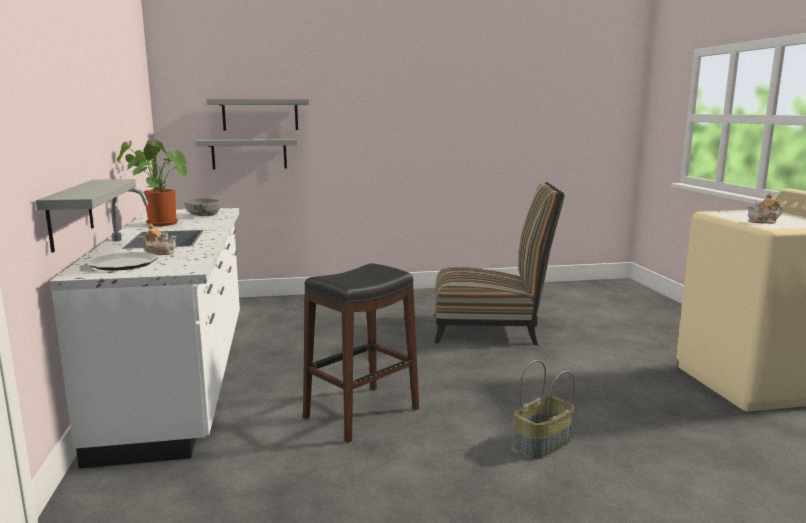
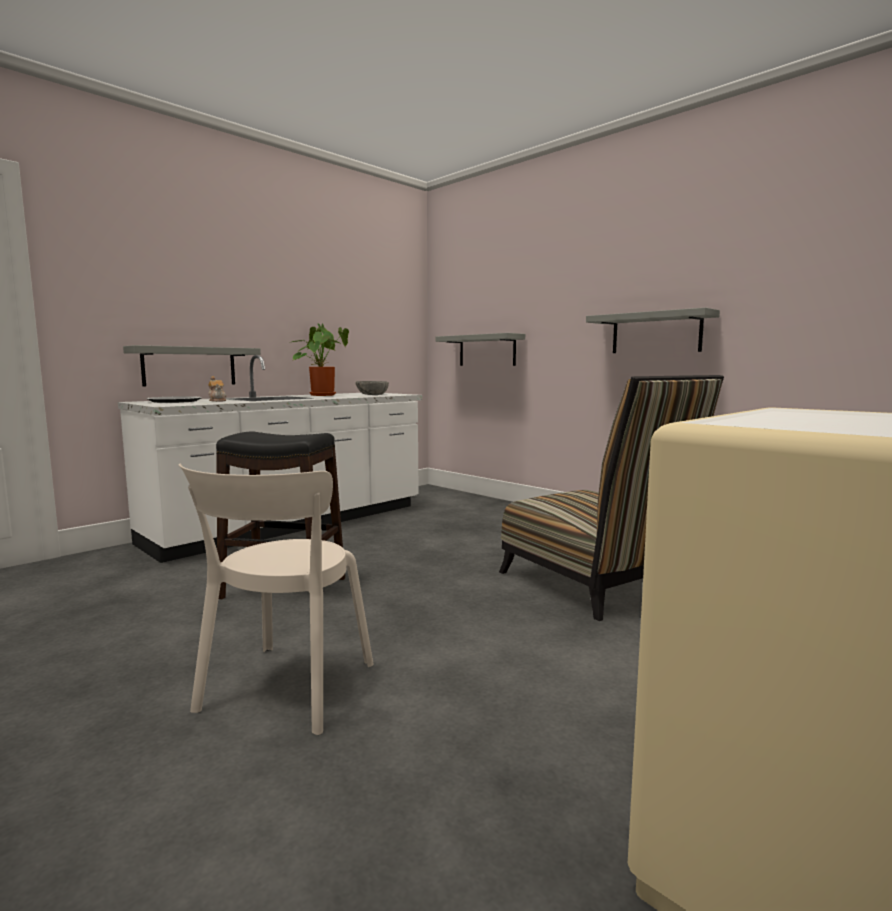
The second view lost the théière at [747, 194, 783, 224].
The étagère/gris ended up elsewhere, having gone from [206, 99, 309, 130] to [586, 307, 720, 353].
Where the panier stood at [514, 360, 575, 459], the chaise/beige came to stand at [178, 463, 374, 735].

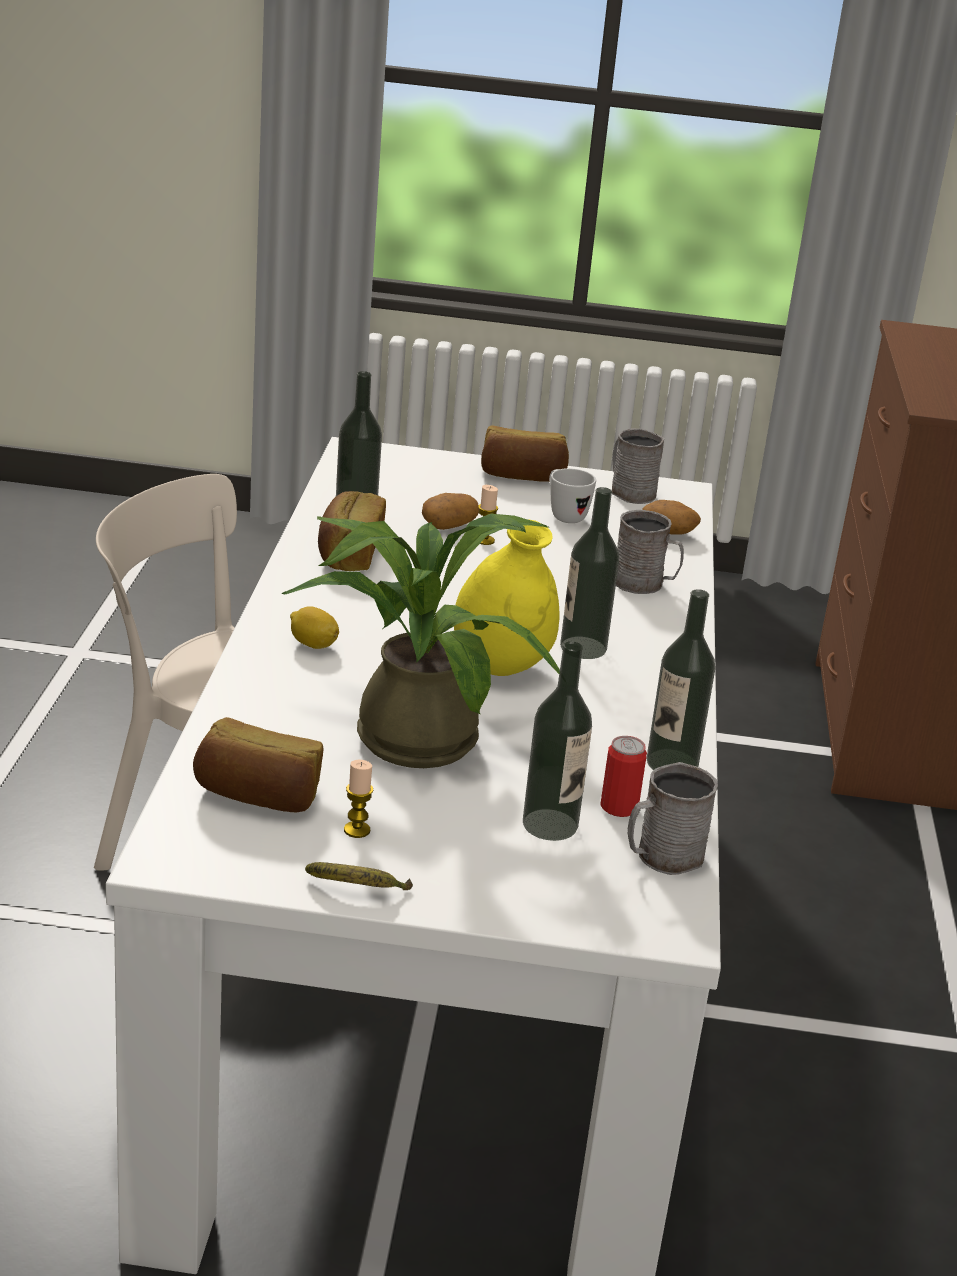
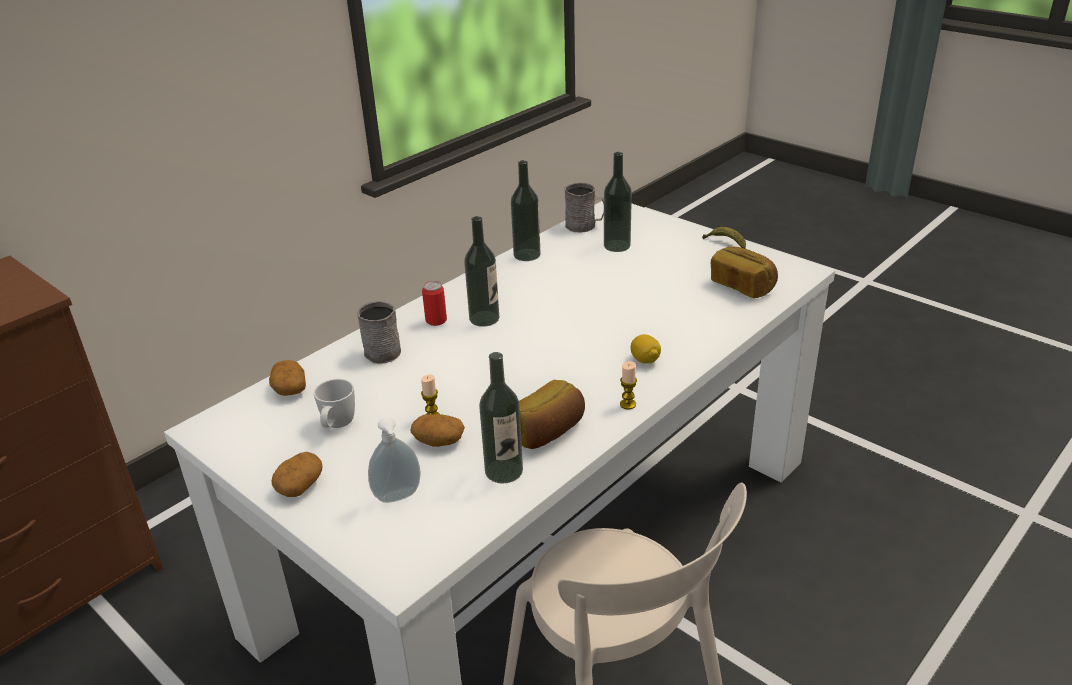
The second view lost the plante en pot at [281, 513, 560, 768].
The second view lost the vase/jaune at [454, 519, 559, 676].
The second view lost the mug/gris at [612, 428, 664, 504].
The second view gained the distributeur de savon at [368, 417, 421, 503].
The bougie ended up elsewhere, having gone from [344, 760, 373, 838] to [620, 361, 637, 409].
The boîte métallique ended up elsewhere, having gone from [600, 736, 647, 817] to [422, 281, 447, 326].
Where the pain stood at [481, 425, 569, 482], the pomme de terre came to stand at [271, 452, 322, 497].

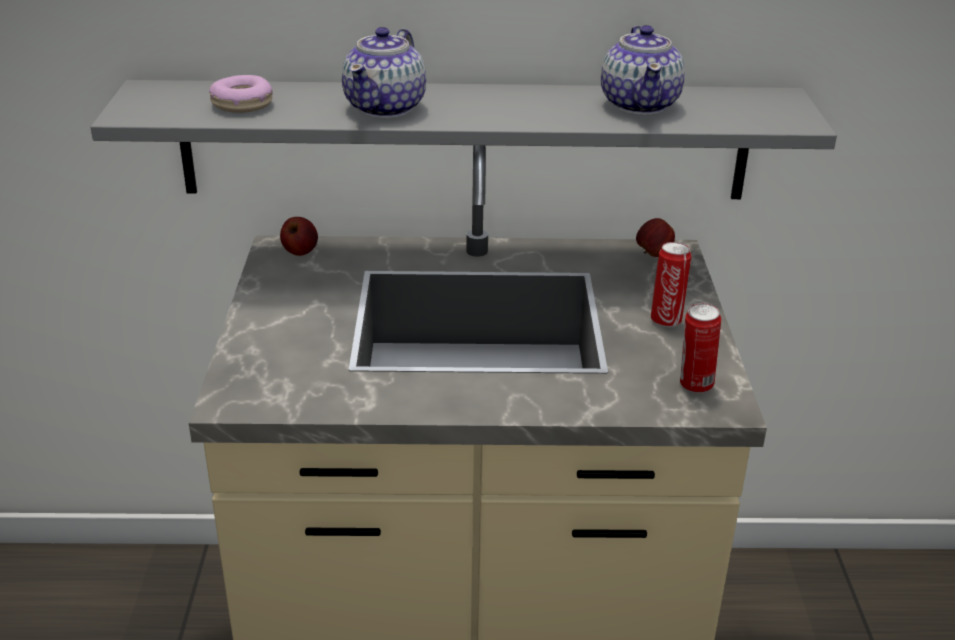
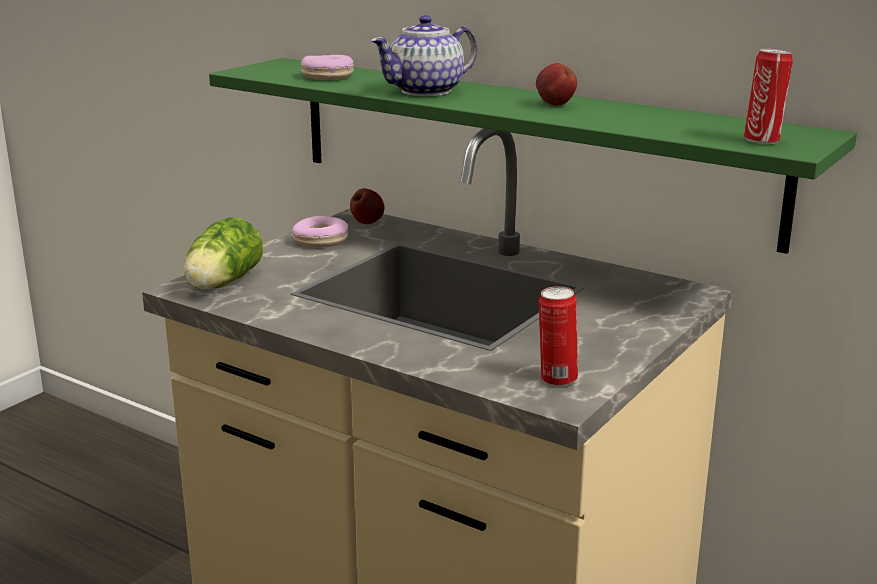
The second view lost the théière at [601, 25, 685, 115].
The second view gained the laitue at [184, 217, 263, 289].
The second view gained the beignet at [292, 216, 348, 247].
The pomme ended up elsewhere, having gone from [636, 218, 675, 257] to [536, 63, 577, 106].
The boîte métallique ended up elsewhere, having gone from [651, 242, 691, 327] to [744, 49, 793, 144].
What was the étagère/gris at [90, 80, 837, 199] turned into the étagère/vert at [209, 58, 857, 254].

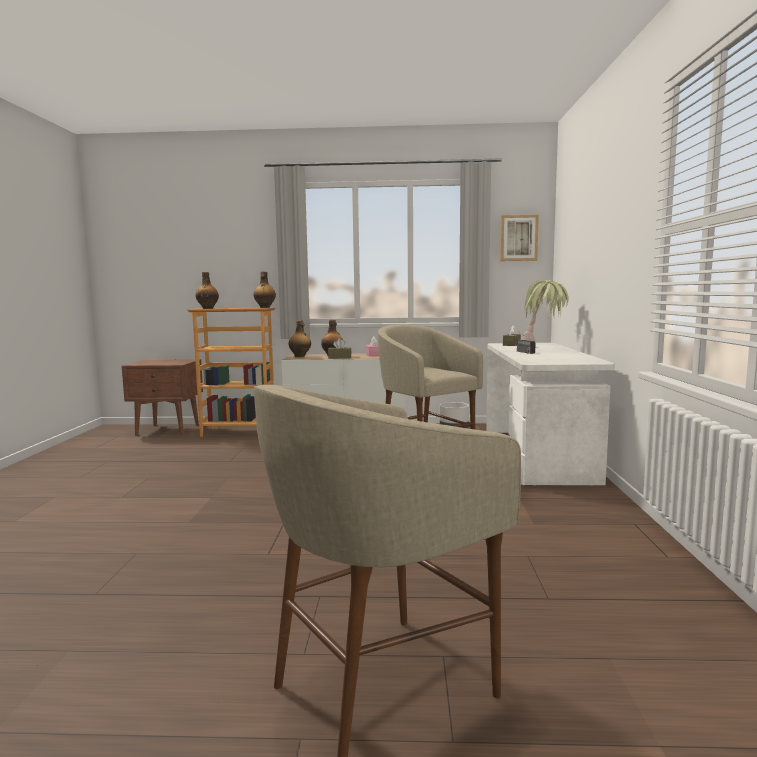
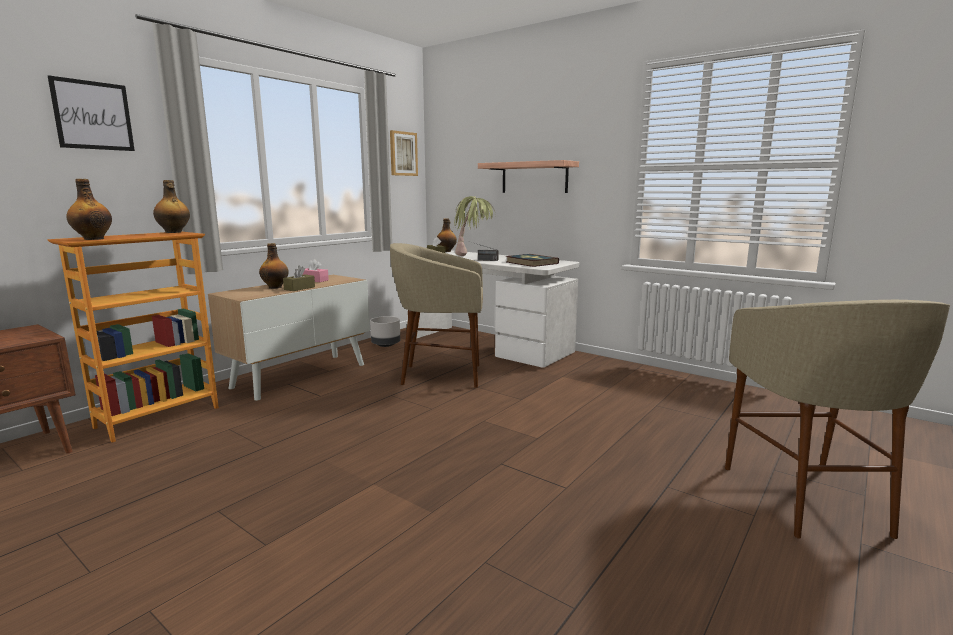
The second view gained the tableau at [48, 75, 135, 151].
The second view gained the étagère at [478, 160, 579, 193].
The second view gained the livre at [506, 254, 559, 267].
The bouteille ended up elsewhere, having gone from [289, 320, 311, 357] to [437, 218, 457, 252].

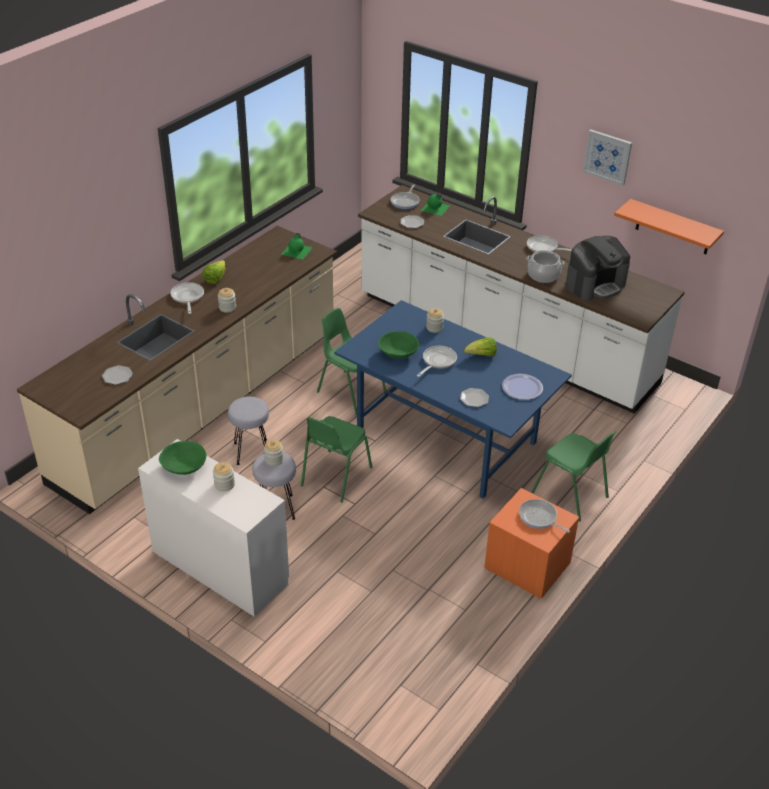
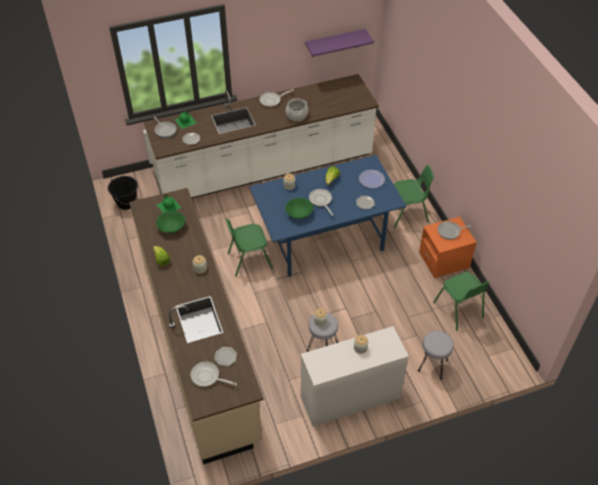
The second view lost the machine à café at [565, 236, 630, 301].
The second view lost the tableau at [583, 129, 632, 186].
The second view gained the seau/noir at [108, 176, 138, 210].
The bol/vert ended up elsewhere, having gone from [159, 441, 206, 475] to [156, 211, 185, 233].
The poêle ended up elsewhere, having gone from [171, 282, 204, 314] to [191, 362, 237, 387].
The tabouret/gris ended up elsewhere, having gone from [228, 397, 269, 465] to [418, 331, 454, 379].
The chaise/vert ended up elsewhere, having gone from [301, 416, 372, 503] to [433, 272, 489, 331].
What was the étagère/orange at [614, 199, 724, 254] turned into the étagère/violet at [305, 29, 374, 57].

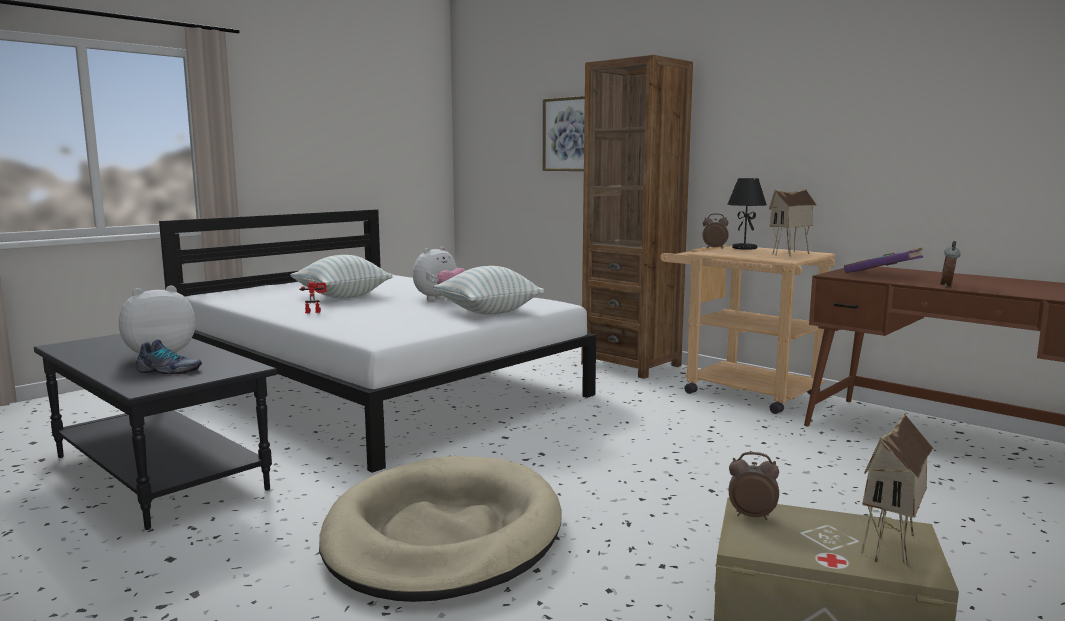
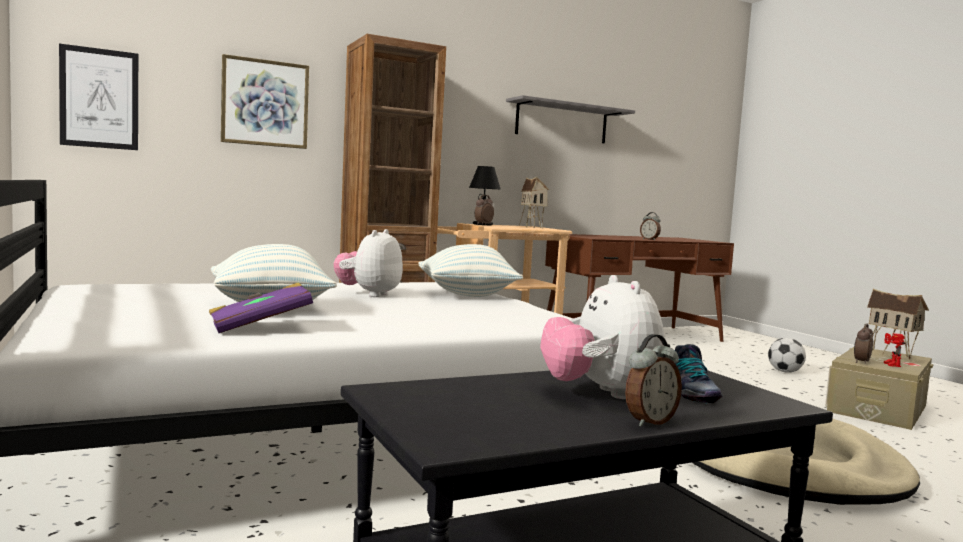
The second view gained the tableau at [59, 44, 138, 150].
The second view gained the étagère/gris at [506, 95, 635, 143].
The second view gained the réveil at [625, 334, 682, 427].
The second view gained the ballon de foot at [768, 338, 806, 373].
The robot jouet ended up elsewhere, having gone from [300, 282, 326, 313] to [884, 333, 905, 367].
The livre/violet ended up elsewhere, having gone from [844, 248, 923, 273] to [209, 282, 313, 333].
The chaussure at [136, 340, 202, 374] ended up facing another way, 150 degrees clockwise from before.
The peluche at [413, 246, 465, 300] ended up facing another way, 135 degrees counterclockwise from before.

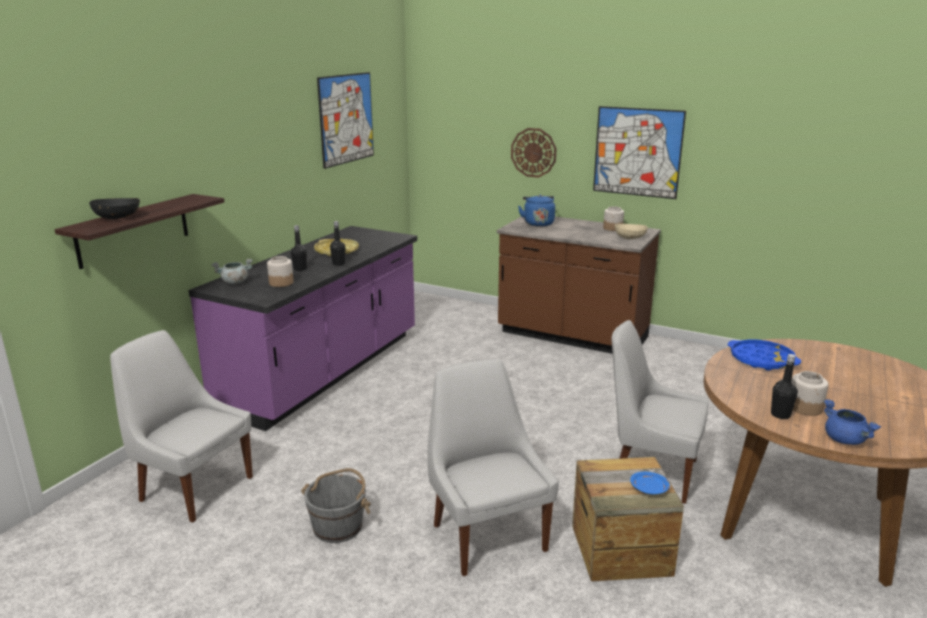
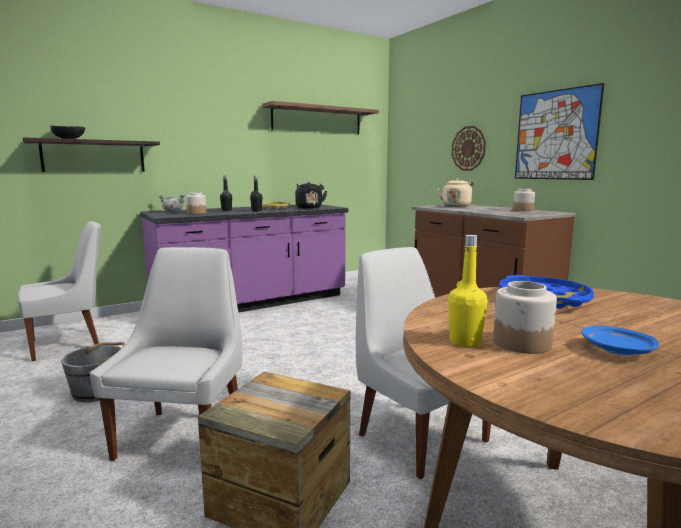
The second view lost the bol/beige at [615, 224, 648, 239].
The second view lost the marmite/bleu at [823, 400, 881, 445].
The second view gained the bouilloire/noir at [295, 182, 327, 209].
The assiette/bleu ended up elsewhere, having gone from [630, 472, 670, 494] to [582, 326, 659, 355].
Where the tableau hung at [317, 72, 374, 169], the étagère/marron came to hang at [262, 101, 379, 135].
What was the bouilloire/bleu at [518, 195, 555, 227] turned into the bouilloire/beige at [437, 178, 474, 207].
What was the bouteille/noir at [771, 354, 798, 419] turned into the bouteille/jaune at [448, 235, 488, 347].
The chaise/blanc at [110, 330, 253, 523] ended up facing another way, 90 degrees clockwise from before.

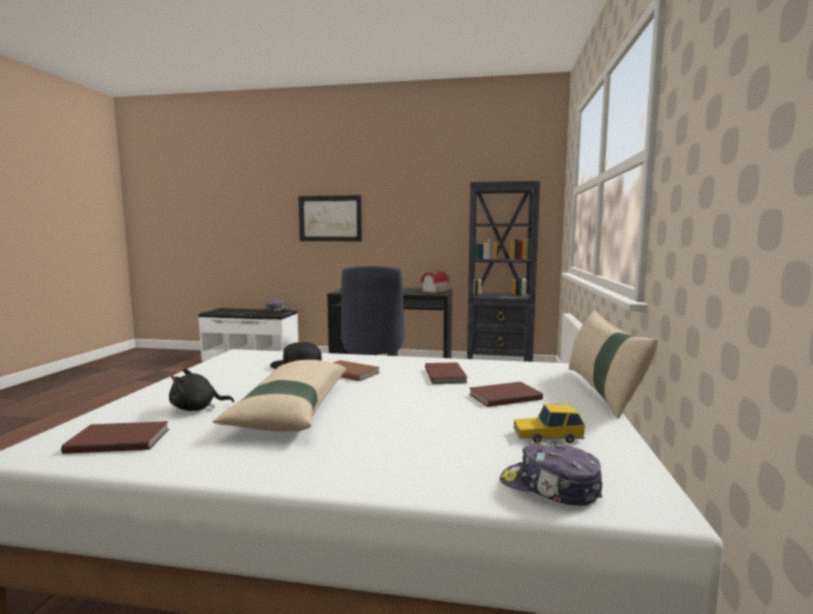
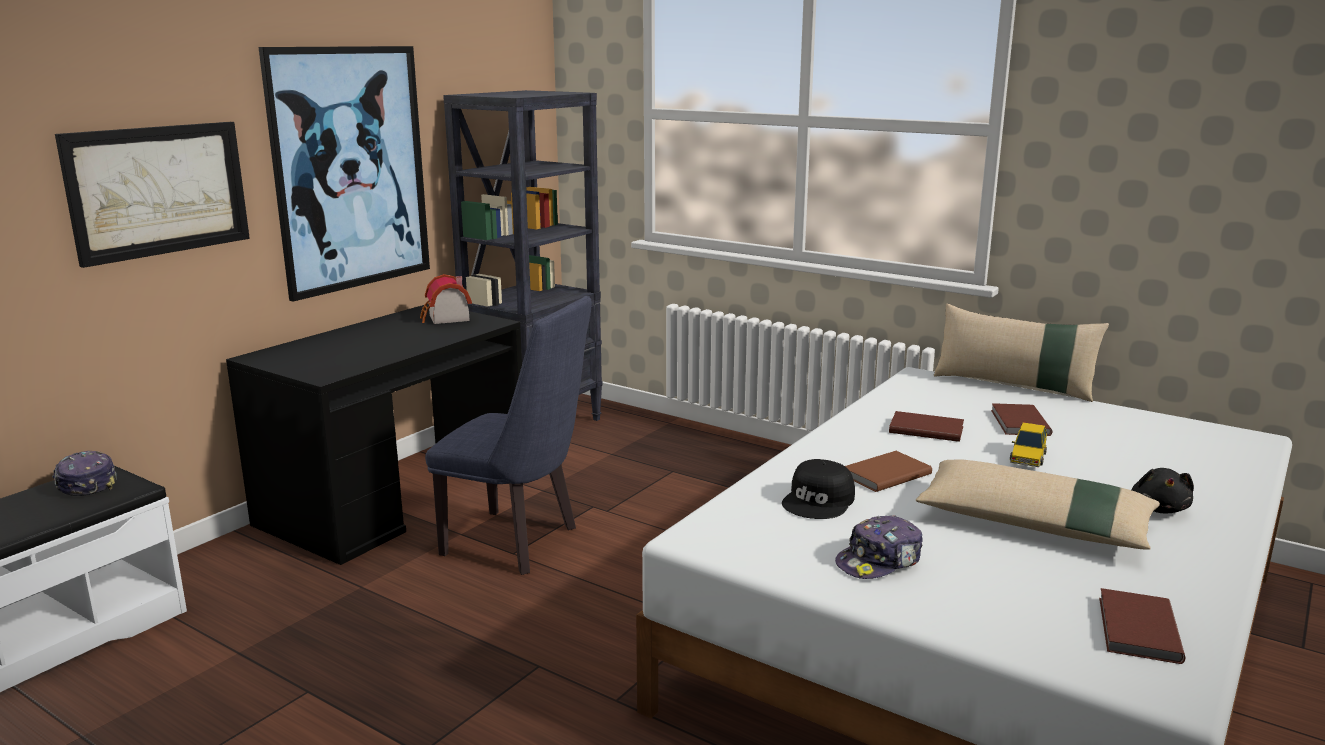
The second view gained the tableau at [259, 46, 430, 302].
The peluche/noir ended up elsewhere, having gone from [169, 368, 234, 411] to [1131, 468, 1194, 513].
The casquette ended up elsewhere, having gone from [500, 441, 602, 506] to [835, 515, 923, 579].
The petite voiture ended up elsewhere, having gone from [513, 404, 585, 443] to [1010, 422, 1047, 467].

